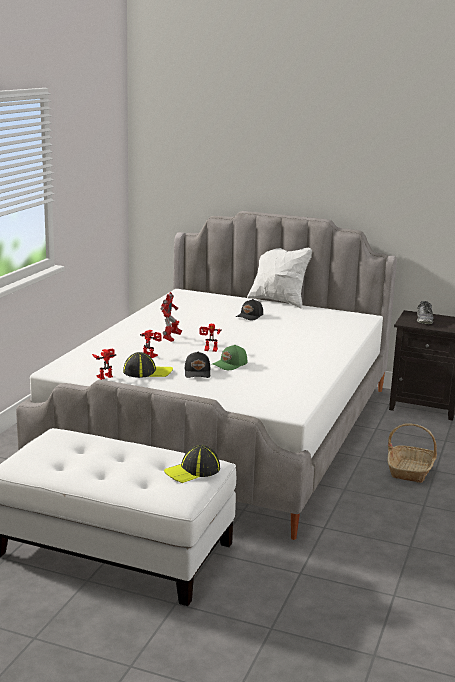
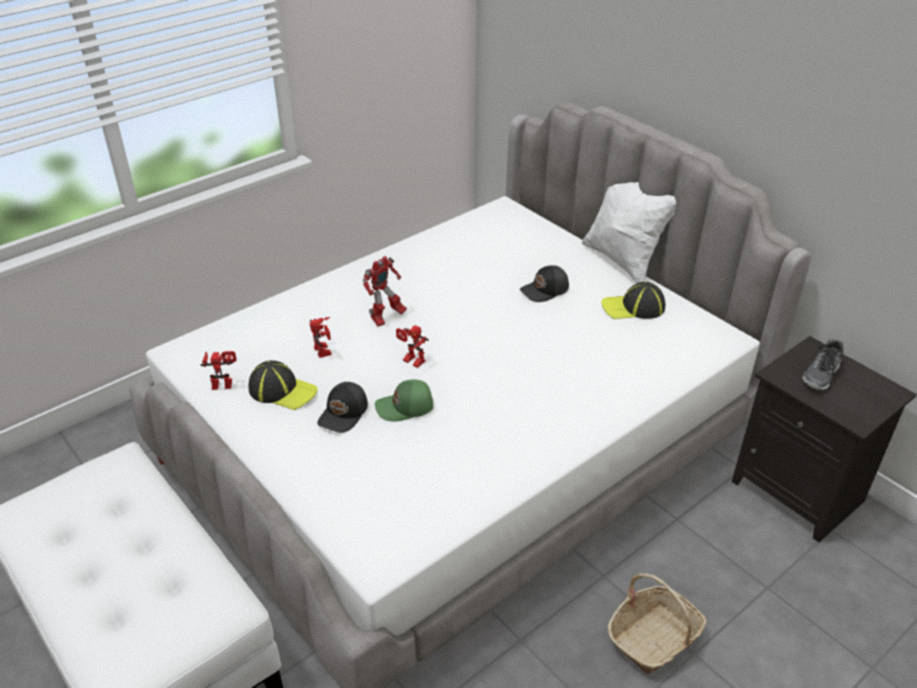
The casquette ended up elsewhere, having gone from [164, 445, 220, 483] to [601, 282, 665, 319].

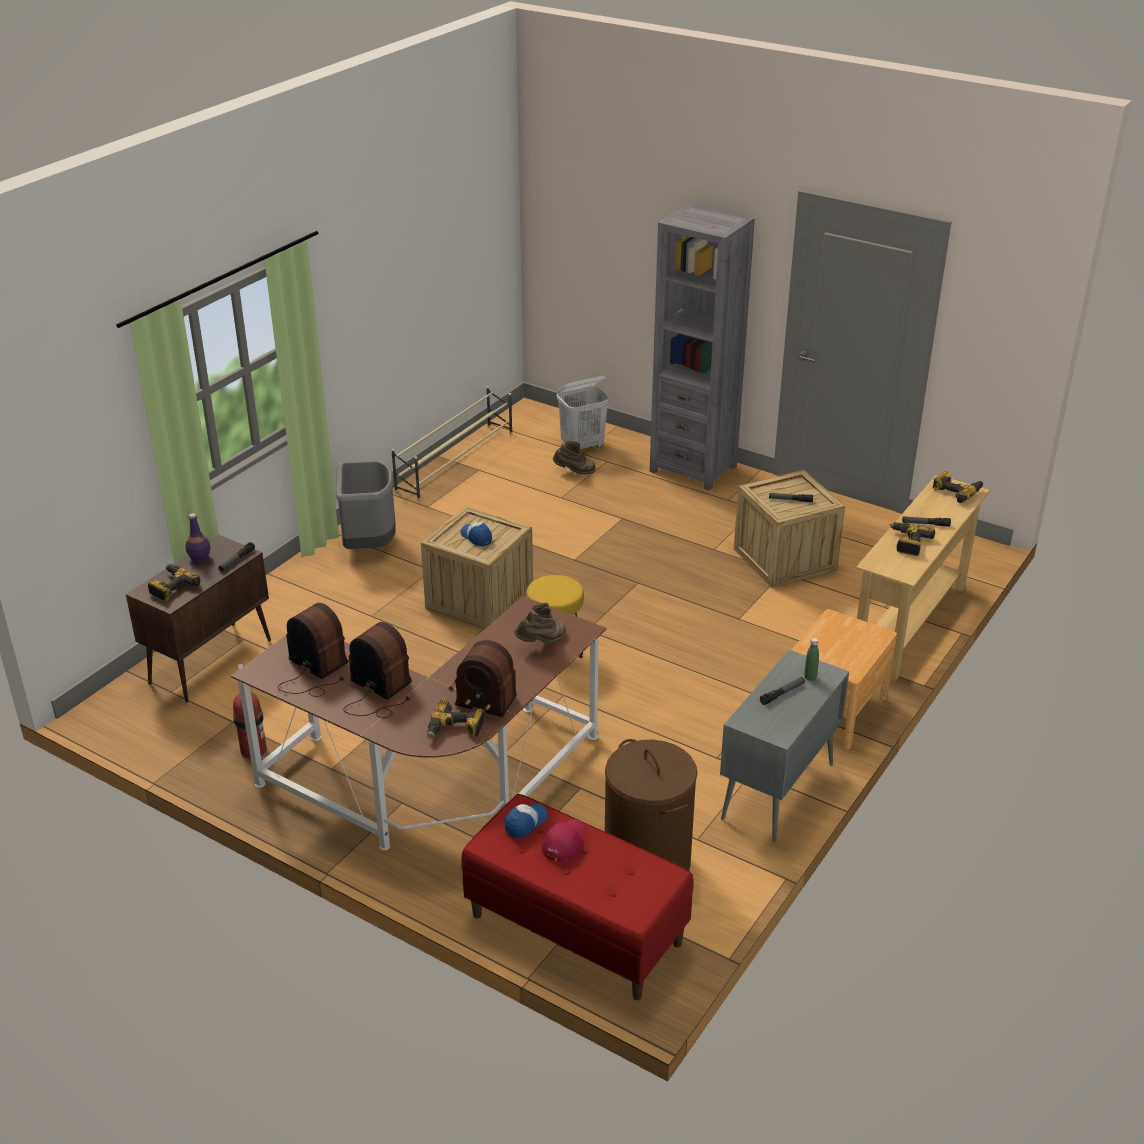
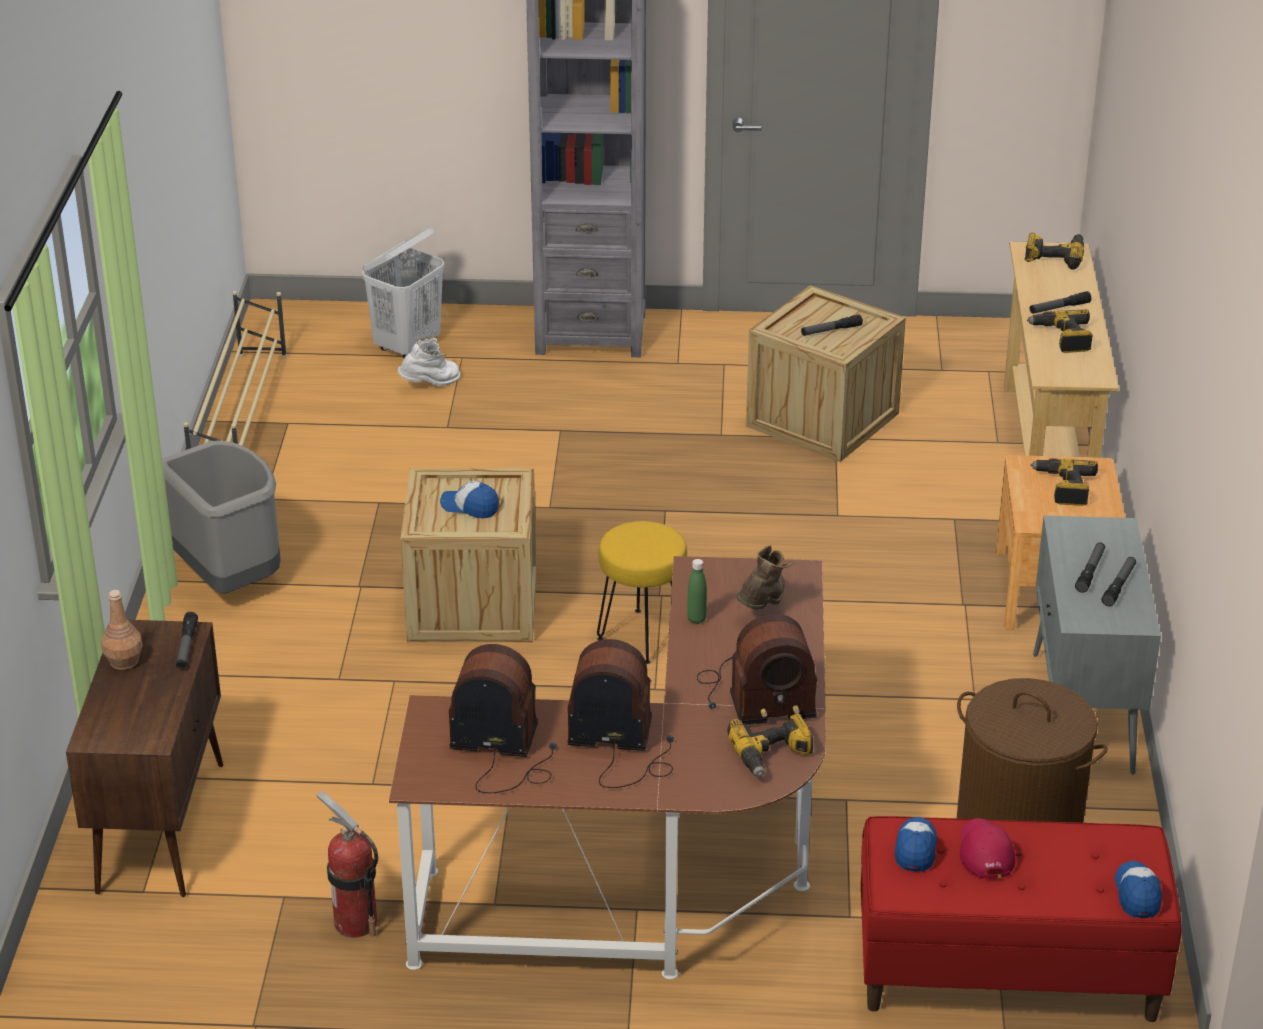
The second view gained the lampe de poche at [1101, 557, 1136, 606].
The second view gained the casquette at [1115, 861, 1162, 918].
The perceuse ended up elsewhere, having gone from [148, 564, 200, 601] to [1030, 458, 1098, 506].
The bouteille/vert ended up elsewhere, having gone from [804, 638, 819, 681] to [687, 559, 707, 624].
What was the bouteille/violet at [185, 513, 211, 563] turned into the bouteille/marron at [101, 590, 143, 670].
What was the botte/marron at [553, 440, 596, 474] turned into the botte/blanc at [397, 337, 460, 386].

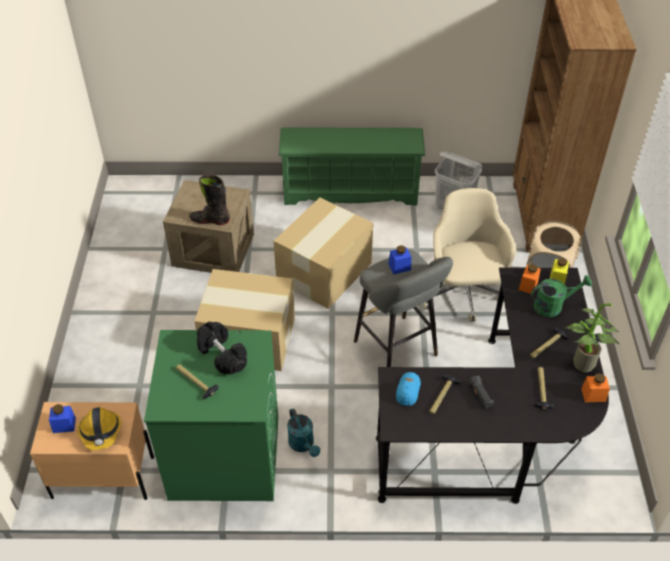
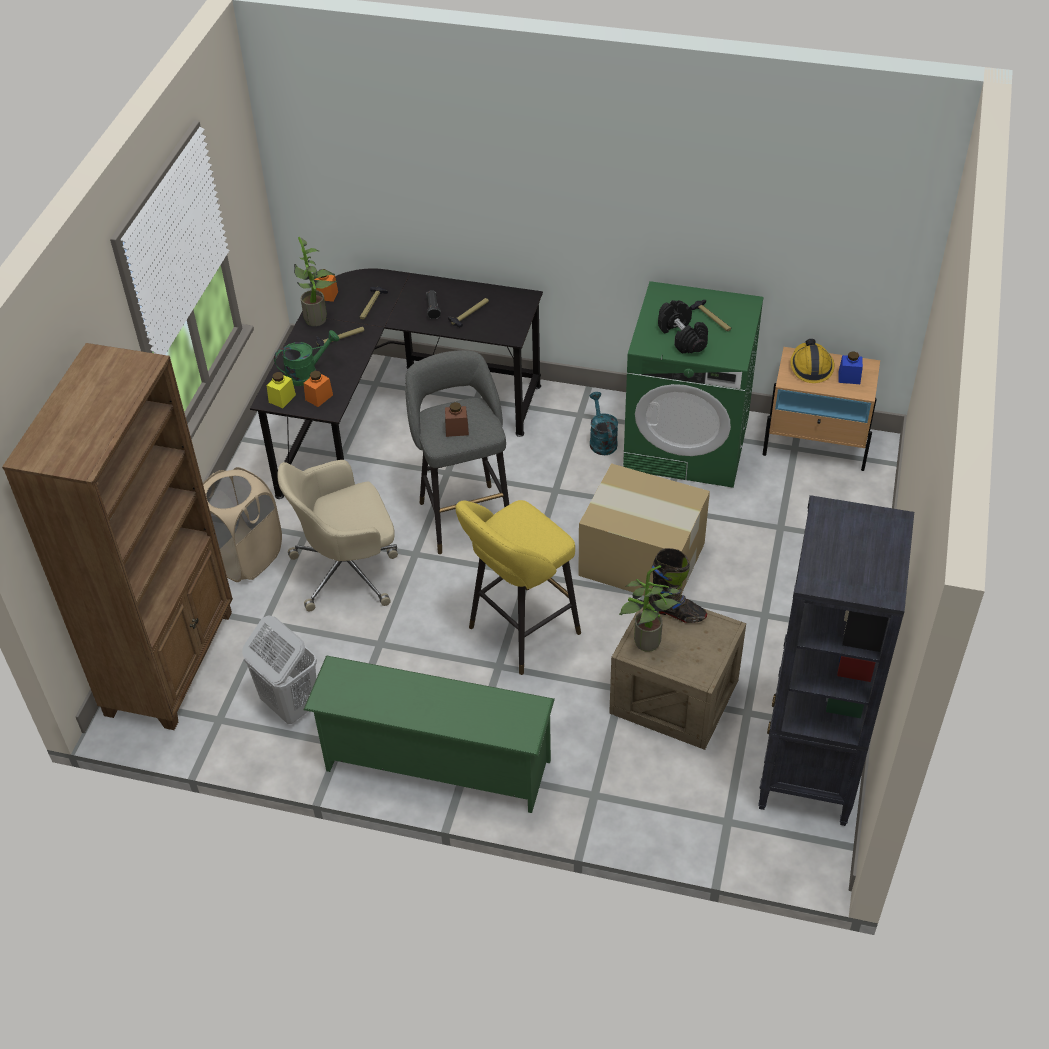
The second view lost the casquette/bleu at [396, 372, 421, 406].
The second view gained the plante en pot at [619, 565, 682, 652].
The second view gained the bibliothèque/noir at [758, 495, 914, 826].
Where the carton stood at [274, 198, 373, 309], the tabouret/jaune came to stand at [455, 500, 581, 675].
What was the bocal/bleu at [389, 245, 411, 274] turned into the bocal/marron at [445, 402, 469, 437].
The chaise de bureau/beige at [423, 188, 517, 322] ended up facing another way, 60 degrees clockwise from before.
The arrosoir/vert at [531, 275, 592, 317] ended up facing another way, 150 degrees clockwise from before.

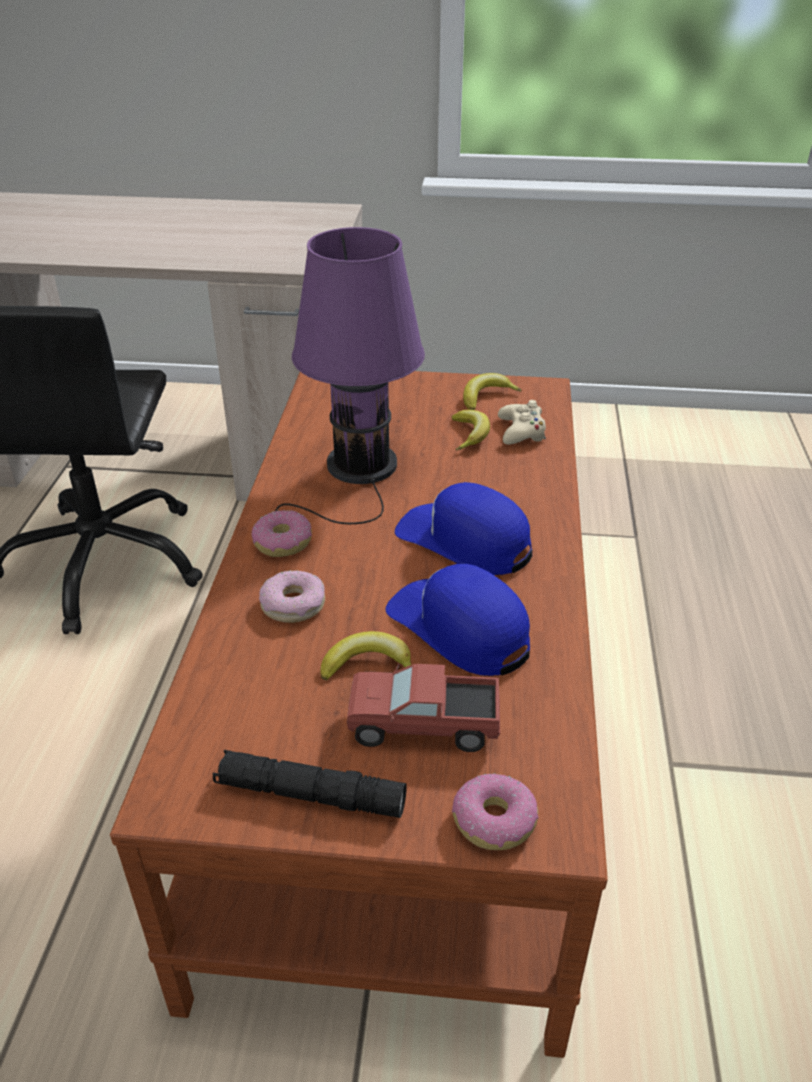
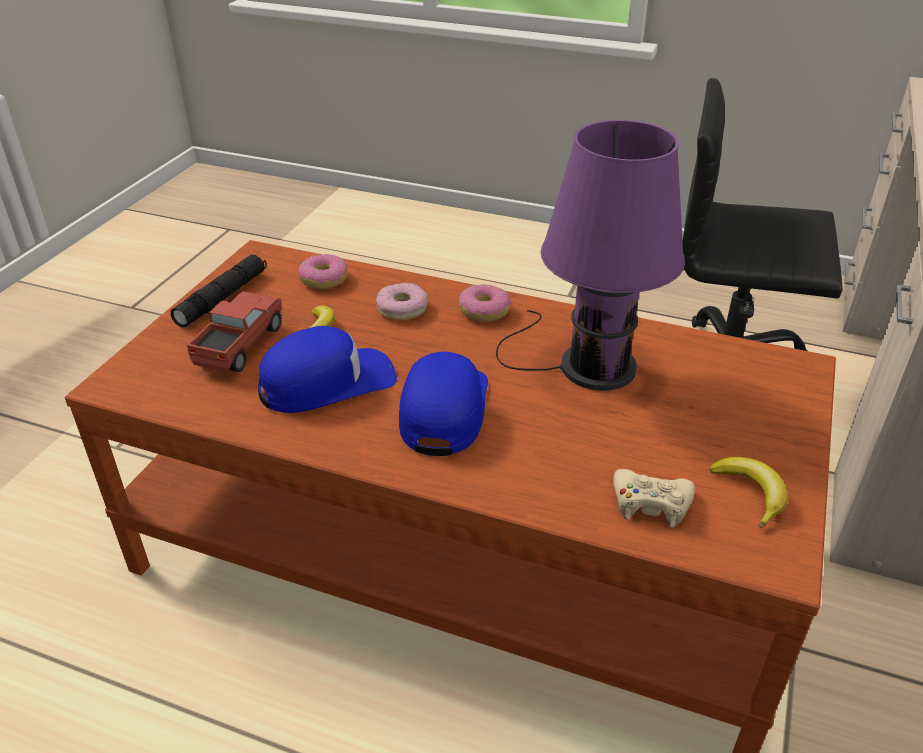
The second view lost the banane at [452, 410, 490, 450].
The beignet ended up elsewhere, having gone from [452, 773, 539, 850] to [298, 254, 348, 289].
The casquette/bleu at [395, 482, 532, 575] ended up facing another way, 45 degrees counterclockwise from before.

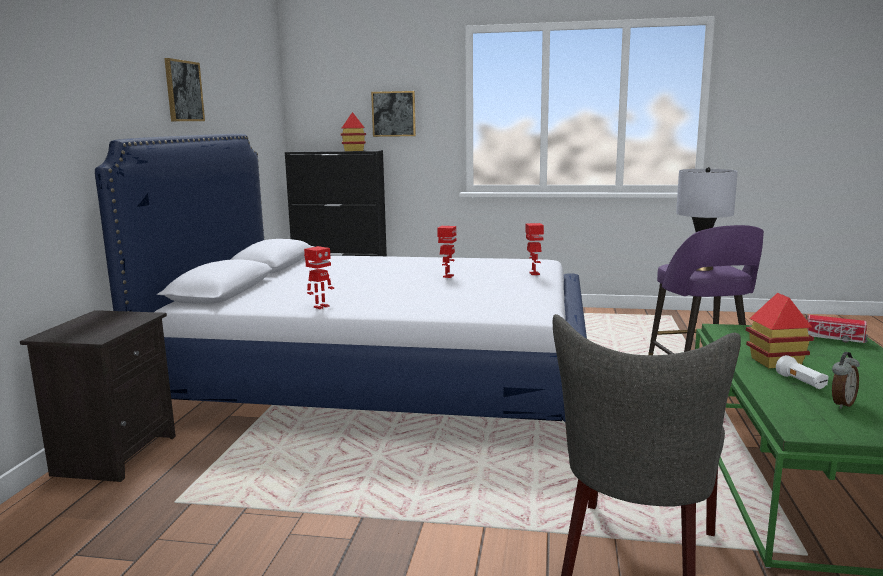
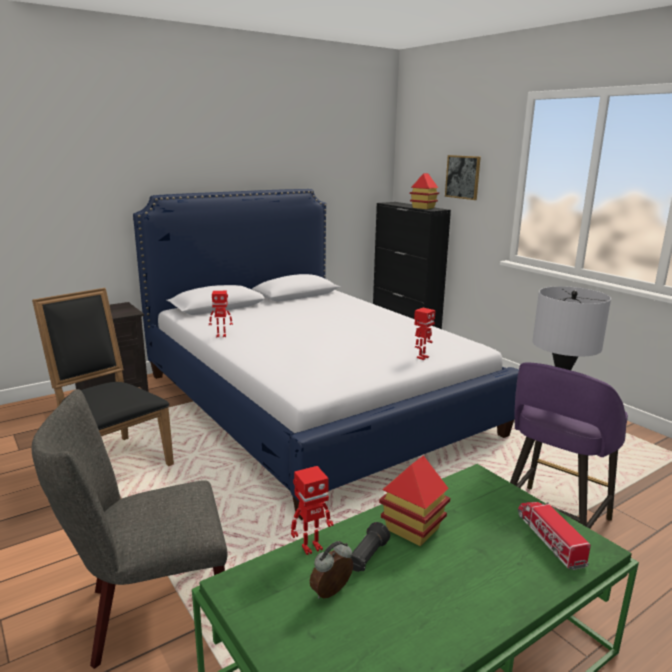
The second view lost the tableau at [164, 58, 205, 121].
The second view gained the chaise/noir at [32, 288, 174, 466].
The robot jouet ended up elsewhere, having gone from [437, 226, 457, 278] to [291, 466, 334, 555].
What was the lampe de poche/blanc at [776, 355, 829, 389] turned into the lampe de poche/noir at [351, 522, 390, 572].
The réveil at [832, 352, 860, 409] ended up facing another way, 135 degrees clockwise from before.

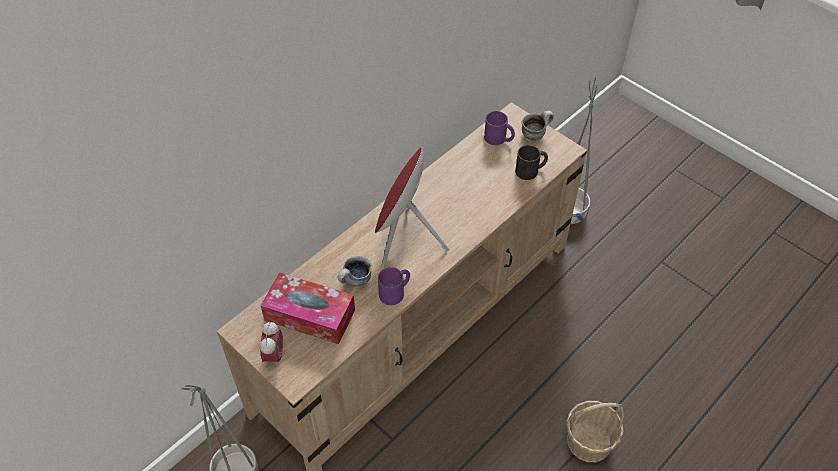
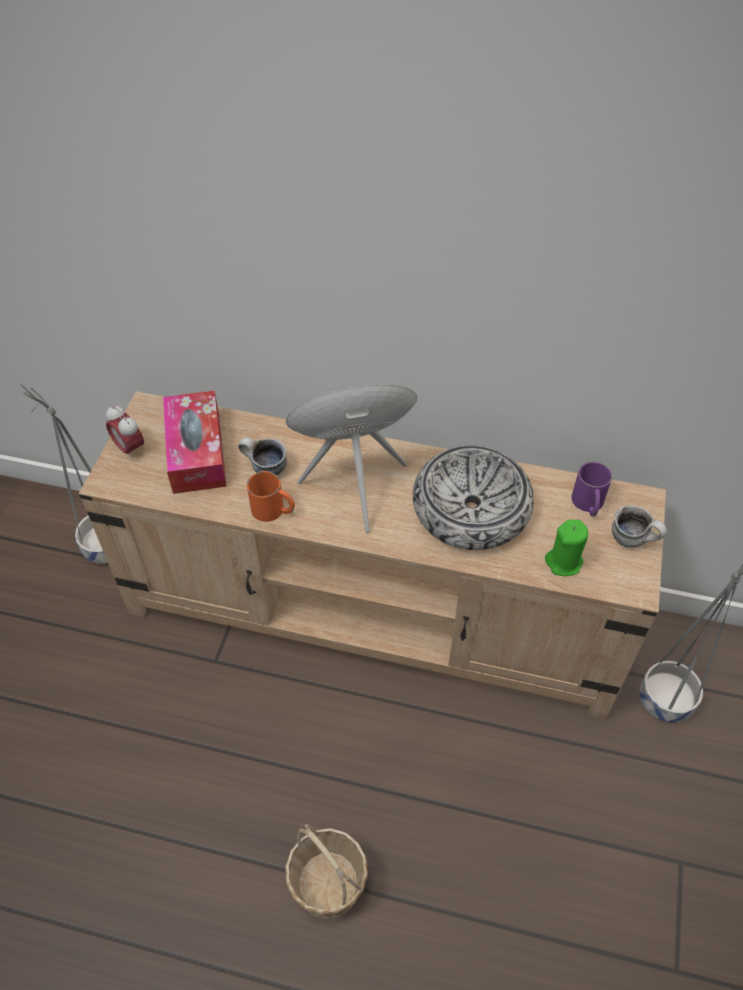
The second view gained the bol at [413, 445, 534, 550].
Where the mug/noir stood at [515, 145, 548, 180], the bougie/vert came to stand at [545, 519, 588, 576].
What was the mug/violet at [378, 267, 410, 305] turned into the mug/orange at [247, 471, 295, 522].
The réveil at [260, 322, 283, 366] ended up facing another way, 75 degrees clockwise from before.

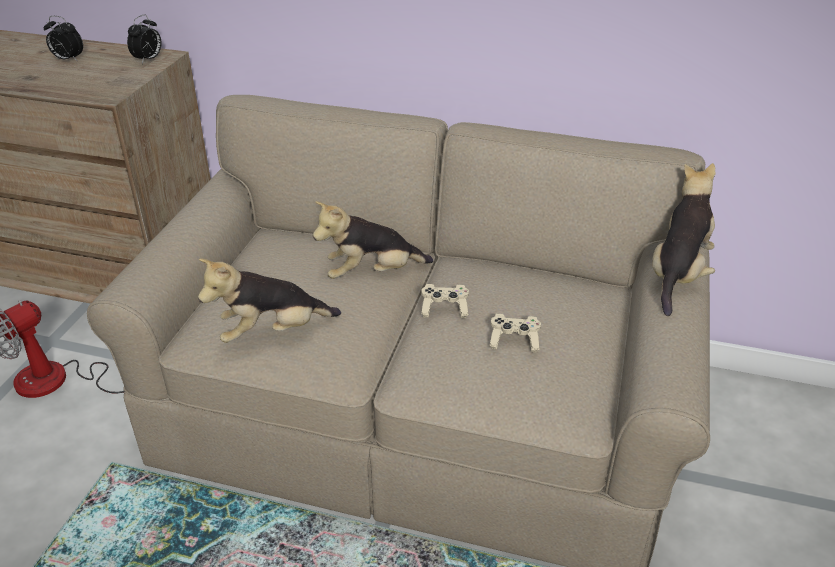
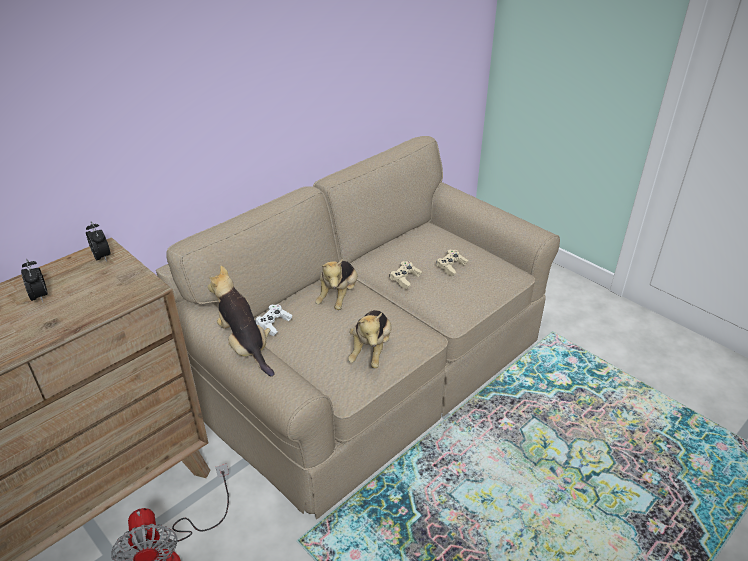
The second view gained the manette/blanc at [255, 304, 292, 336].
The peluche ended up elsewhere, having gone from [652, 163, 715, 316] to [208, 266, 274, 377].
The réveil at [44, 16, 83, 62] ended up facing another way, 75 degrees counterclockwise from before.

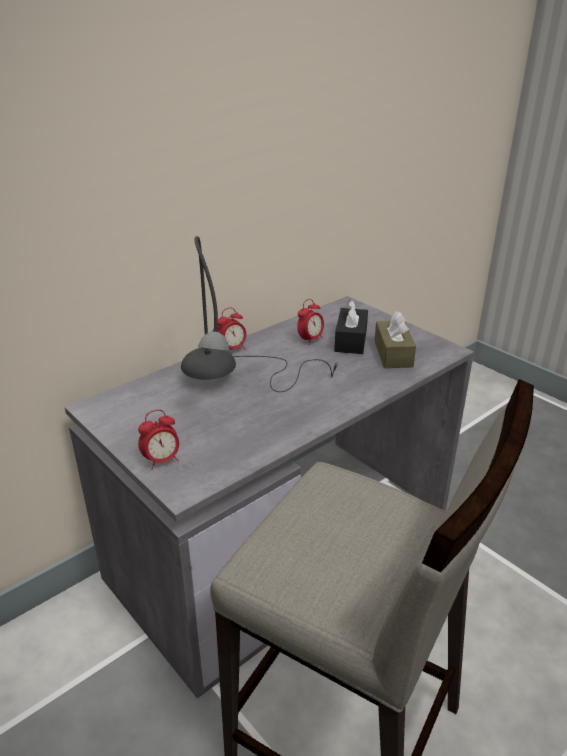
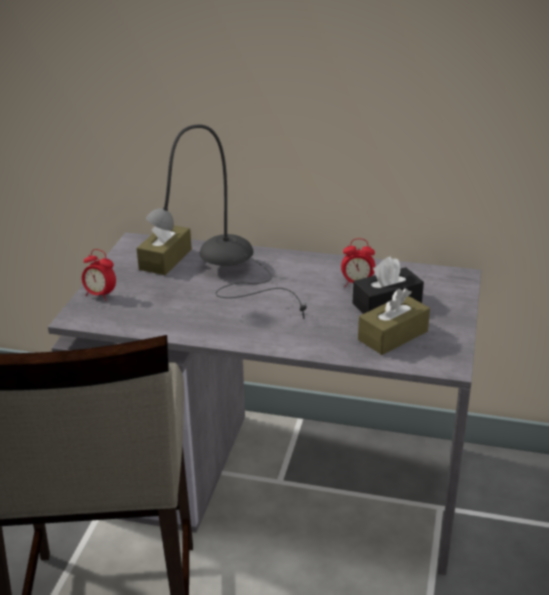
The second view lost the réveil at [217, 308, 246, 350].
The second view gained the boîte à mouchoirs/marron at [136, 225, 192, 275].

